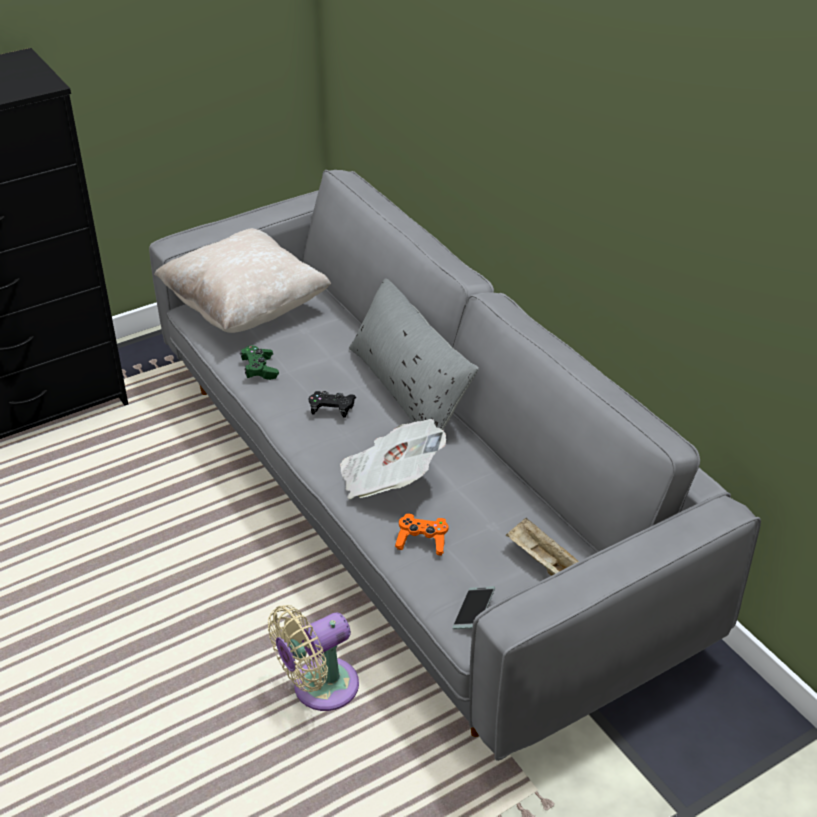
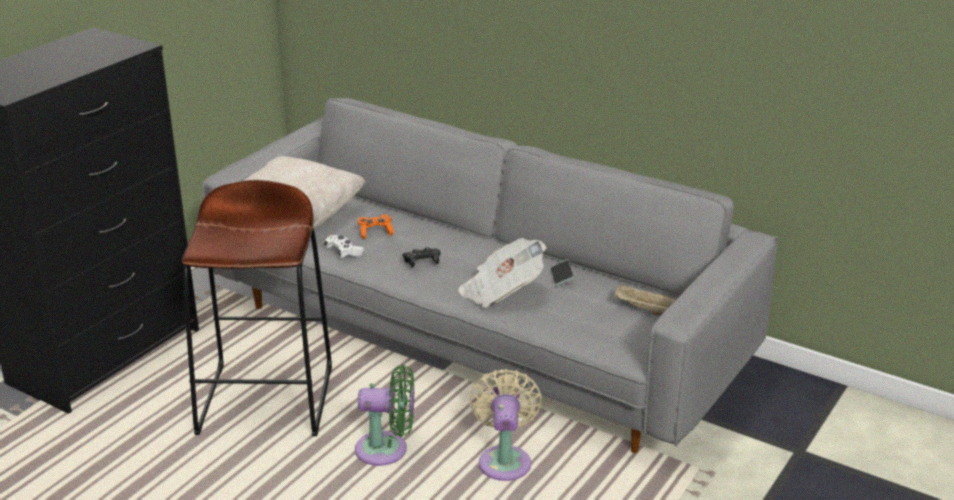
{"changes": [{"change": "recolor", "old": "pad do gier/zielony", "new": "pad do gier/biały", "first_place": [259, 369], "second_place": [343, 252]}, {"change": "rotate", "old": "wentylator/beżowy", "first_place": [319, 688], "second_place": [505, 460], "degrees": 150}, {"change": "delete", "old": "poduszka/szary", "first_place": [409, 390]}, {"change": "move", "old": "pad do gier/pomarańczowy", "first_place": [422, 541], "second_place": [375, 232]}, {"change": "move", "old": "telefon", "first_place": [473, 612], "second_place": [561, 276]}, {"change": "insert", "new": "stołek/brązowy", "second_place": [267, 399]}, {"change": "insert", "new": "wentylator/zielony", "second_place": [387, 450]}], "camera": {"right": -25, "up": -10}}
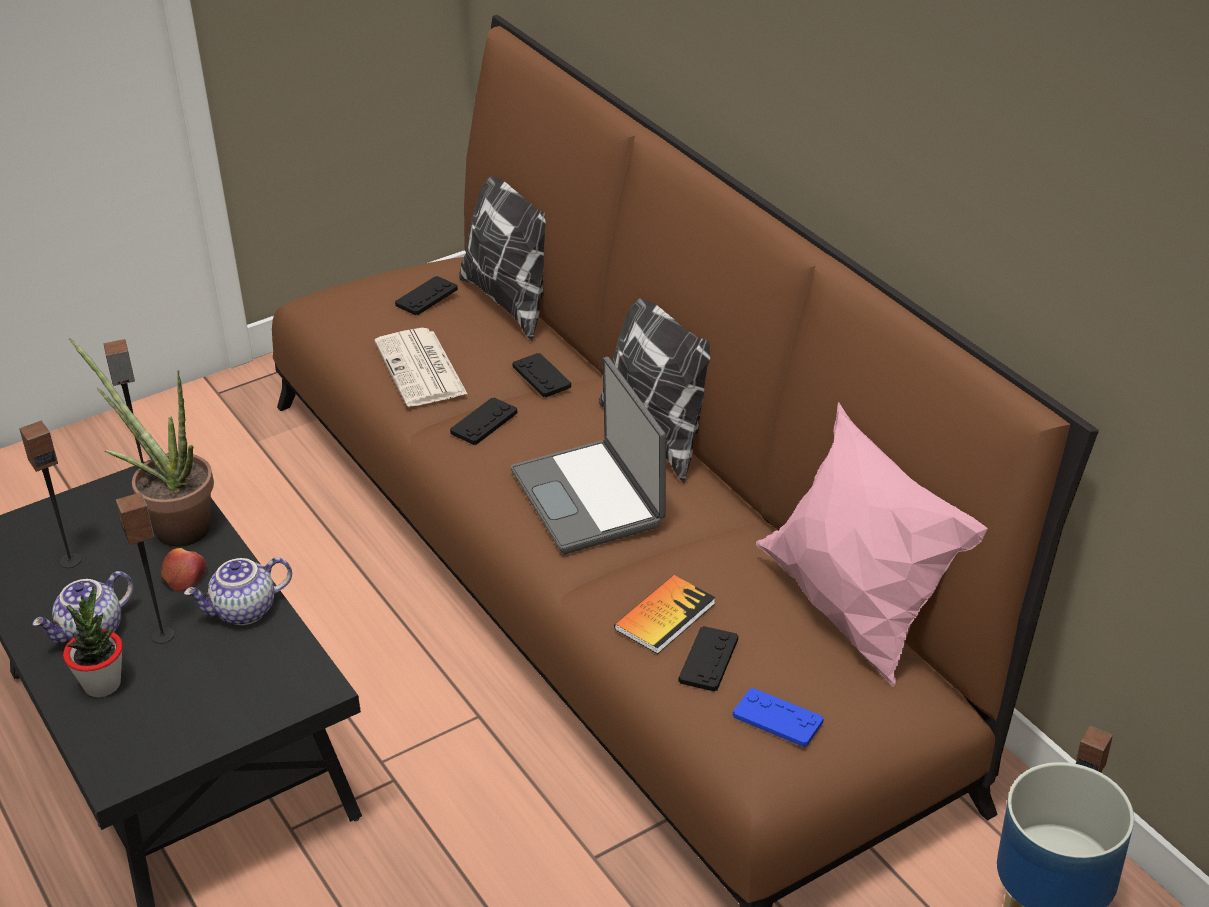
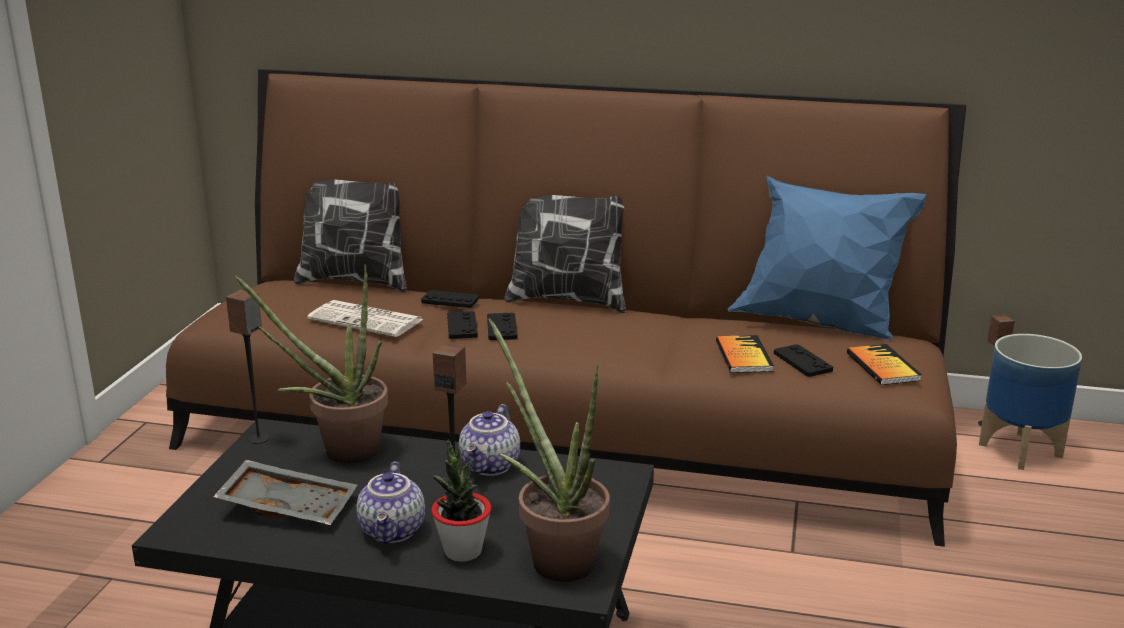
{"changes": [{"change": "replace", "old": "głośnik", "new": "taca/szary", "first_place": [70, 560], "second_place": [289, 505]}, {"change": "delete", "old": "jabłko", "first_place": [184, 576]}, {"change": "move", "old": "pad do gier/czarny", "first_place": [426, 297], "second_place": [502, 328]}, {"change": "delete", "old": "laptop", "first_place": [590, 498]}, {"change": "replace", "old": "pad do gier/niebieski", "new": "książka", "first_place": [777, 719], "second_place": [882, 367]}, {"change": "recolor", "old": "poduszka/różowy", "new": "poduszka/niebieski", "first_place": [855, 618], "second_place": [820, 325]}, {"change": "insert", "new": "roślina doniczkowa", "second_place": [554, 557]}], "camera": {"right": -45, "up": -15}}
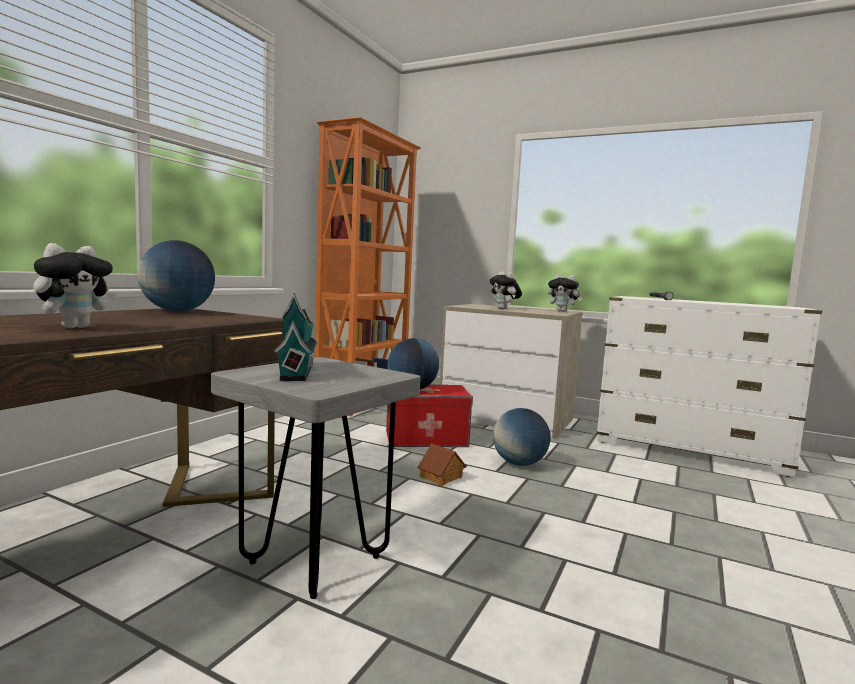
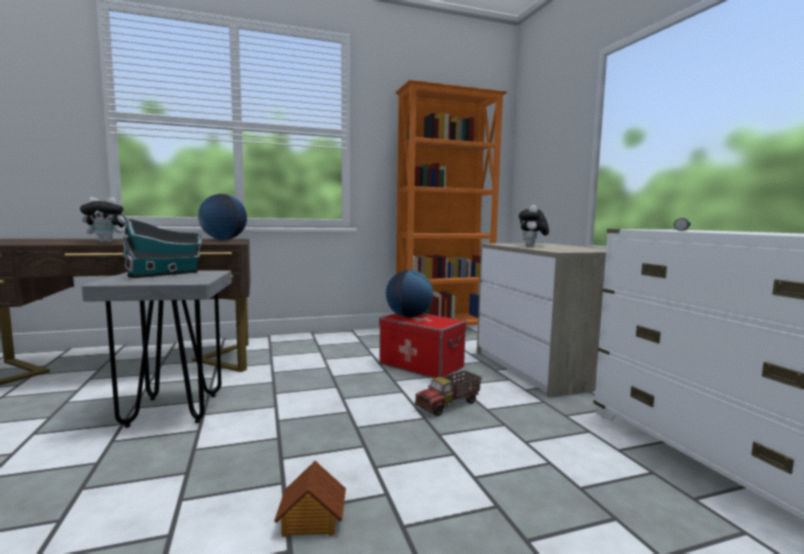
{"changes": [{"change": "move", "old": "domek", "first_place": [441, 477], "second_place": [311, 520]}, {"change": "replace", "old": "globus", "new": "ciężarówka zabawkowa", "first_place": [519, 463], "second_place": [449, 405]}, {"change": "delete", "old": "pluszak", "first_place": [563, 311]}], "camera": {"right": 45, "up": 0}}
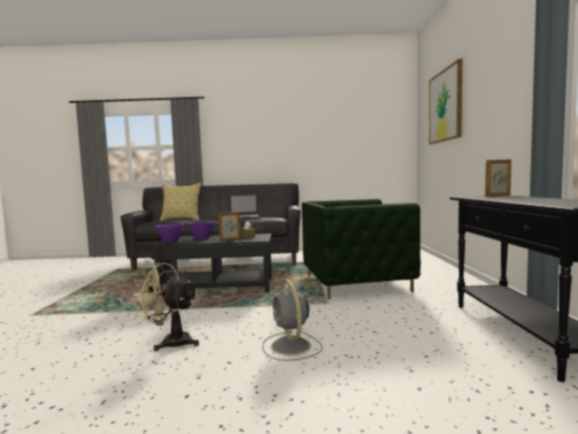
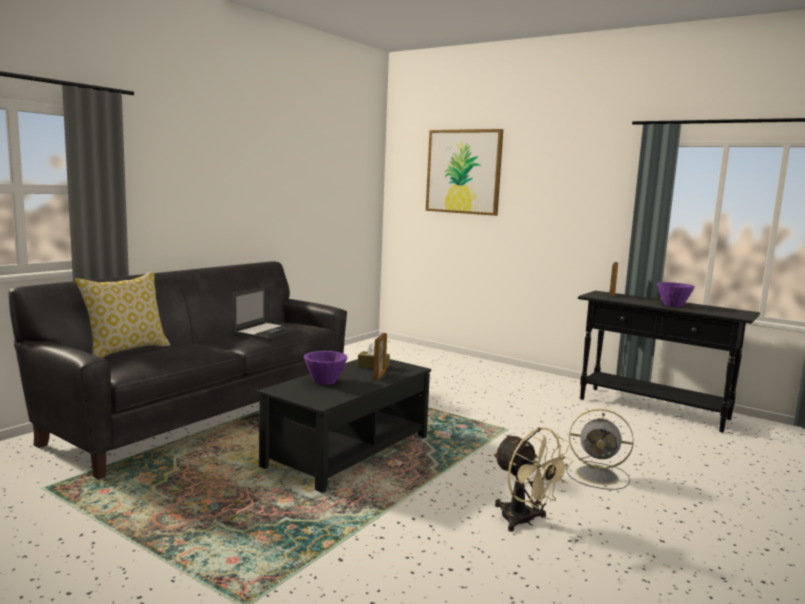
{"changes": [{"change": "rotate", "old": "wentylator/beżowy", "first_place": [170, 342], "second_place": [524, 521], "degrees": -90}, {"change": "move", "old": "miska/fioletowy", "first_place": [170, 241], "second_place": [673, 305]}, {"change": "delete", "old": "fotel/zielony", "first_place": [355, 283]}], "camera": {"right": -55, "up": 5}}
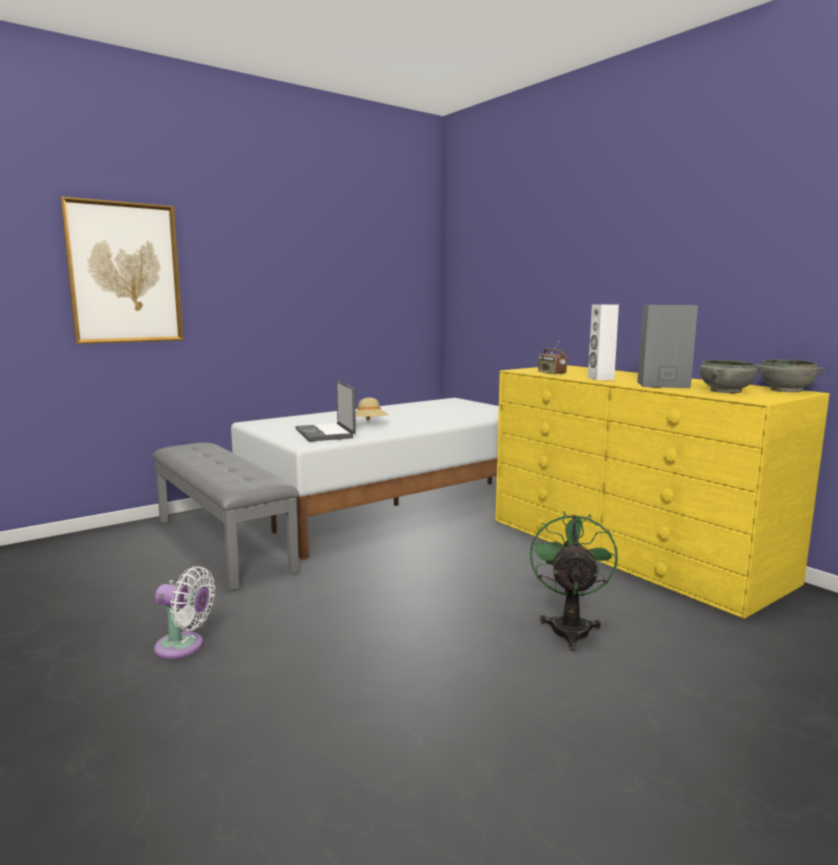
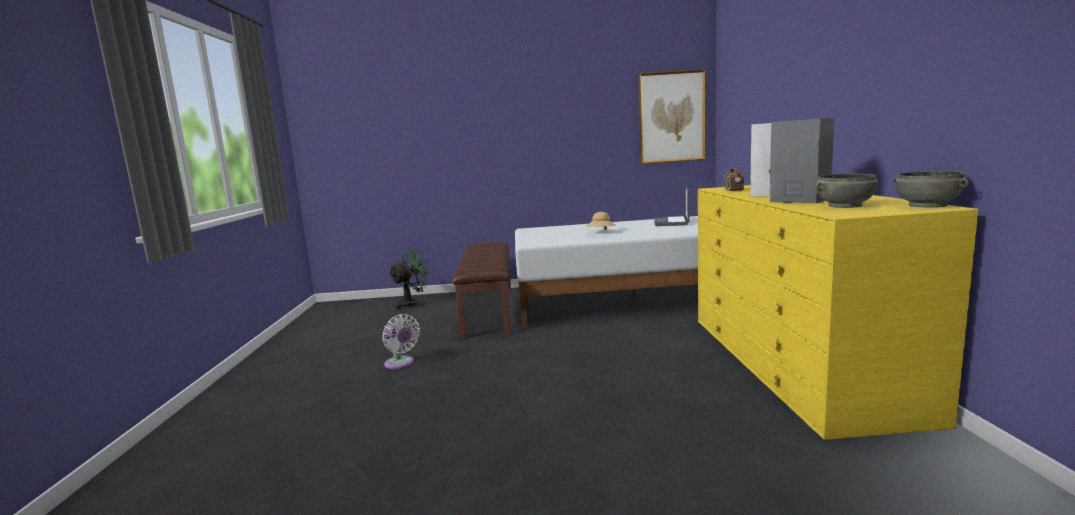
{"changes": [{"change": "move", "old": "obraz", "first_place": [125, 273], "second_place": [672, 117]}, {"change": "recolor", "old": "ławka/szary", "new": "ławka/brązowy", "first_place": [224, 544], "second_place": [490, 311]}, {"change": "move", "old": "laptop", "first_place": [326, 433], "second_place": [672, 222]}, {"change": "move", "old": "wentylator/zielony", "first_place": [570, 626], "second_place": [413, 304]}], "camera": {"right": 35, "up": 0}}
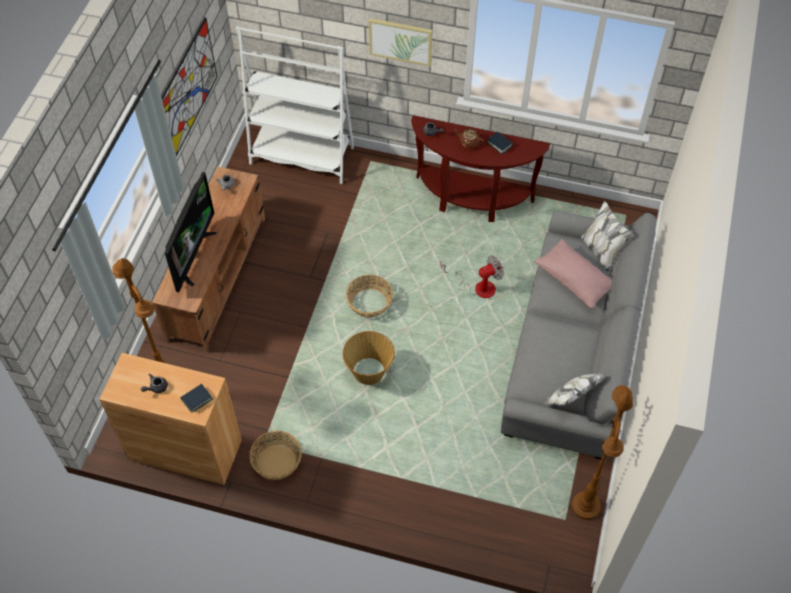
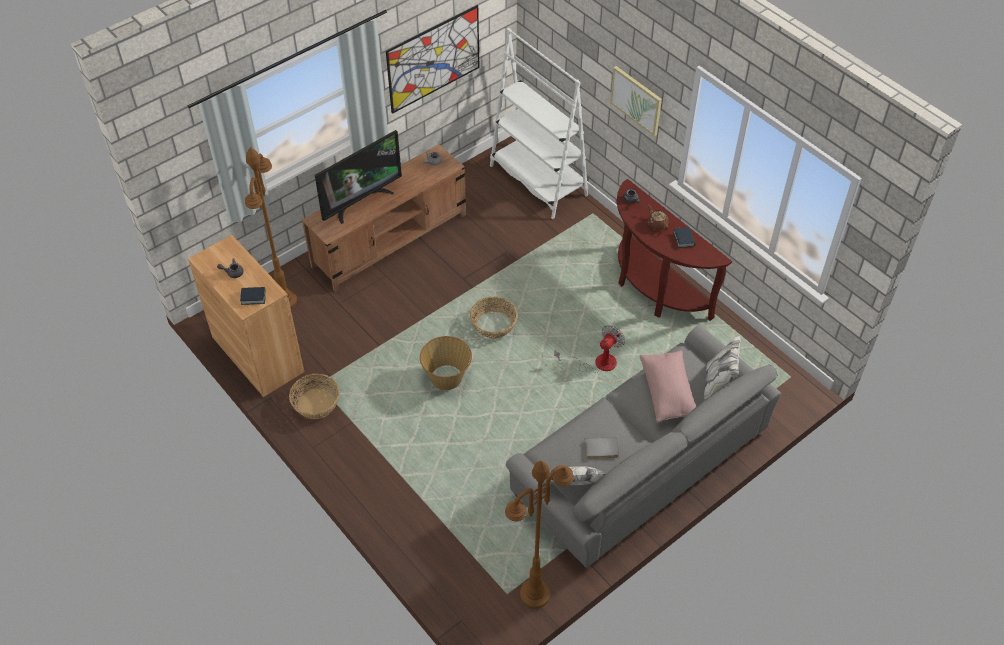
{"changes": [{"change": "rotate", "old": "wentylator", "first_place": [477, 287], "second_place": [597, 363], "degrees": -60}, {"change": "insert", "new": "książka/szary", "second_place": [601, 449]}], "camera": {"right": 35, "up": -5}}
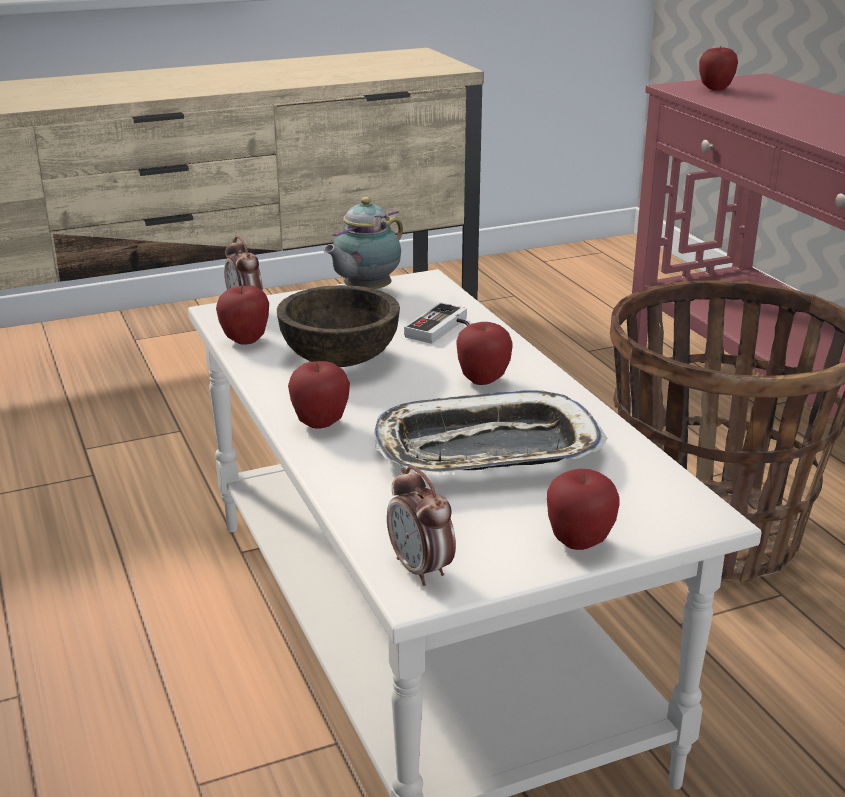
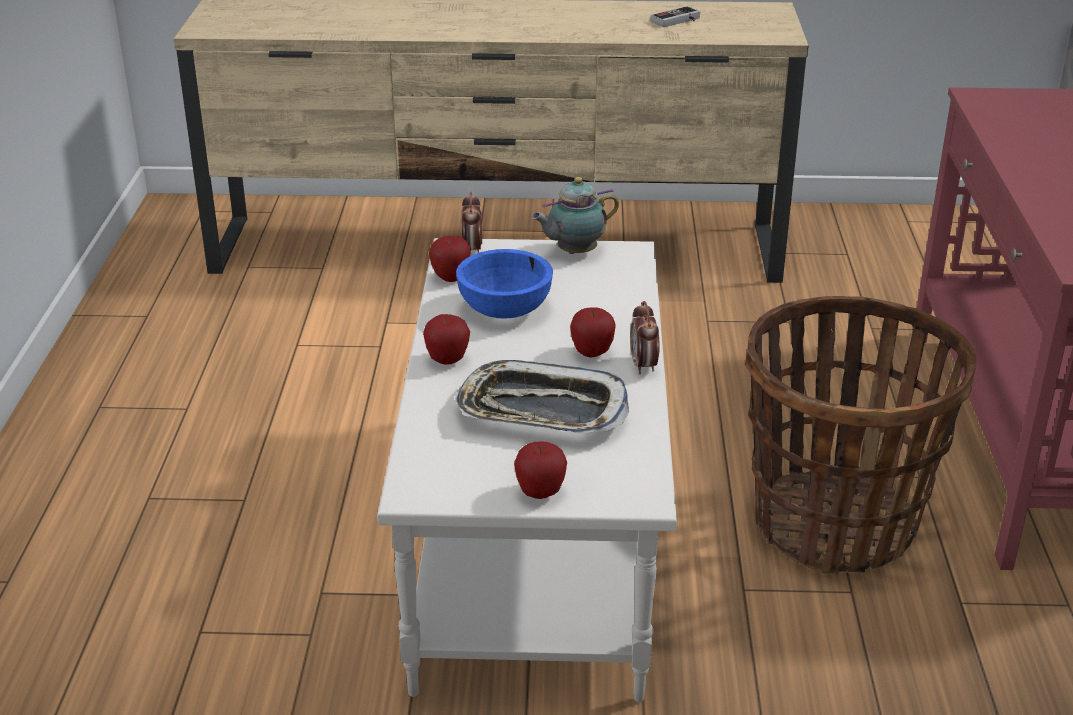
{"changes": [{"change": "recolor", "old": "miska/brązowy", "new": "miska/niebieski", "first_place": [340, 359], "second_place": [505, 310]}, {"change": "move", "old": "budzik", "first_place": [421, 570], "second_place": [643, 365]}, {"change": "move", "old": "pad do gier", "first_place": [442, 329], "second_place": [678, 21]}, {"change": "delete", "old": "jabłko", "first_place": [715, 89]}], "camera": {"right": 25, "up": 5}}
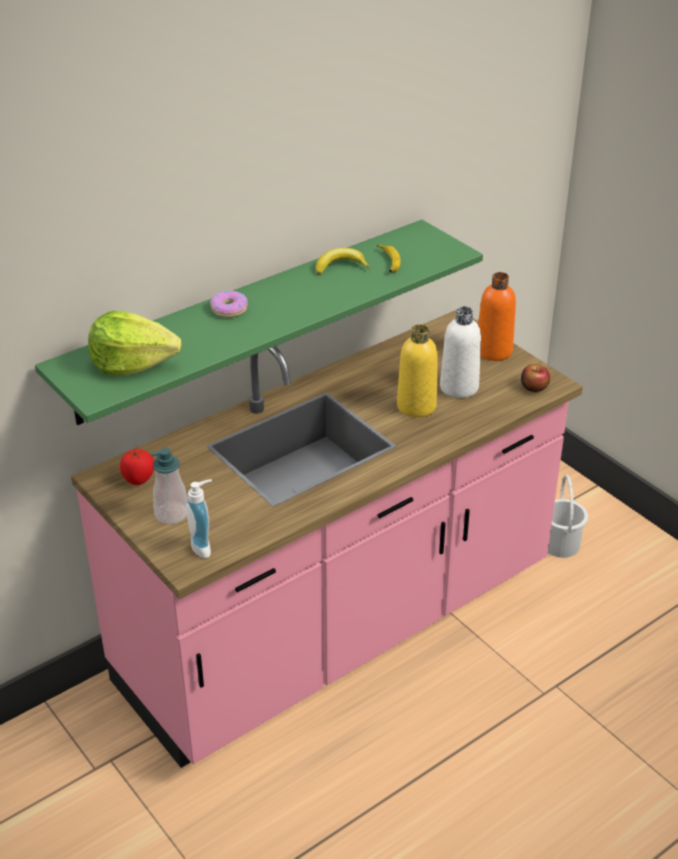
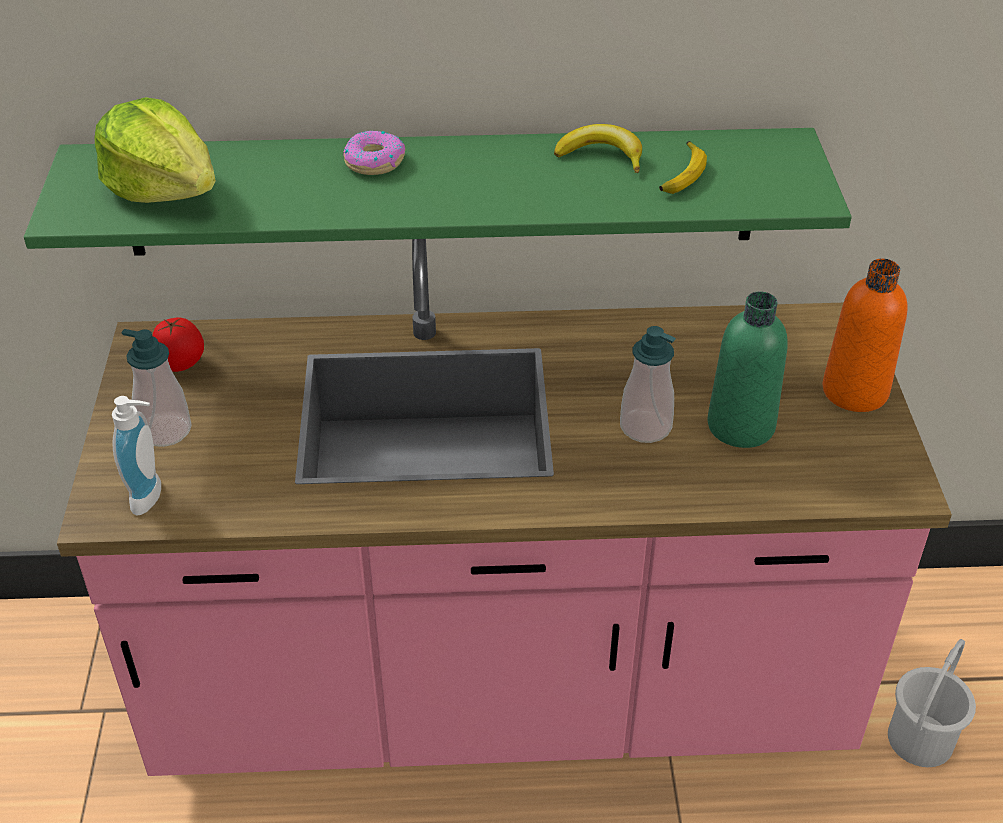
{"changes": [{"change": "replace", "old": "butelka/żółty", "new": "dozownik mydła", "first_place": [416, 406], "second_place": [645, 427]}, {"change": "recolor", "old": "butelka/biały", "new": "butelka/zielony", "first_place": [459, 387], "second_place": [740, 426]}, {"change": "delete", "old": "jabłko", "first_place": [534, 387]}], "camera": {"right": 35, "up": 5}}
